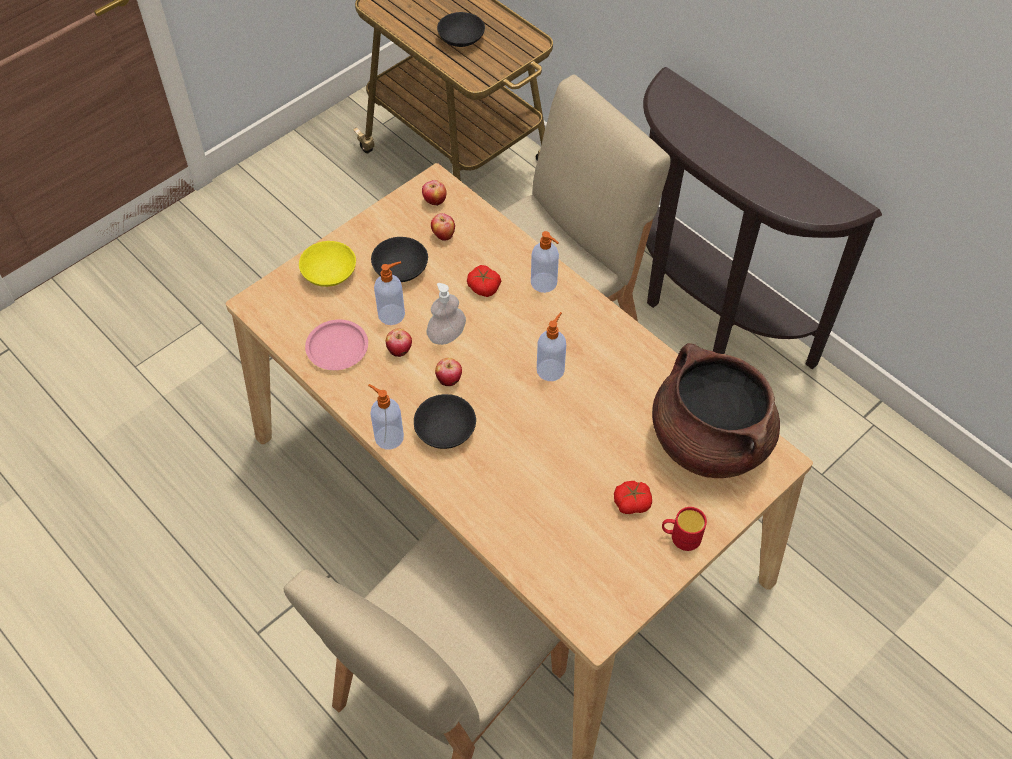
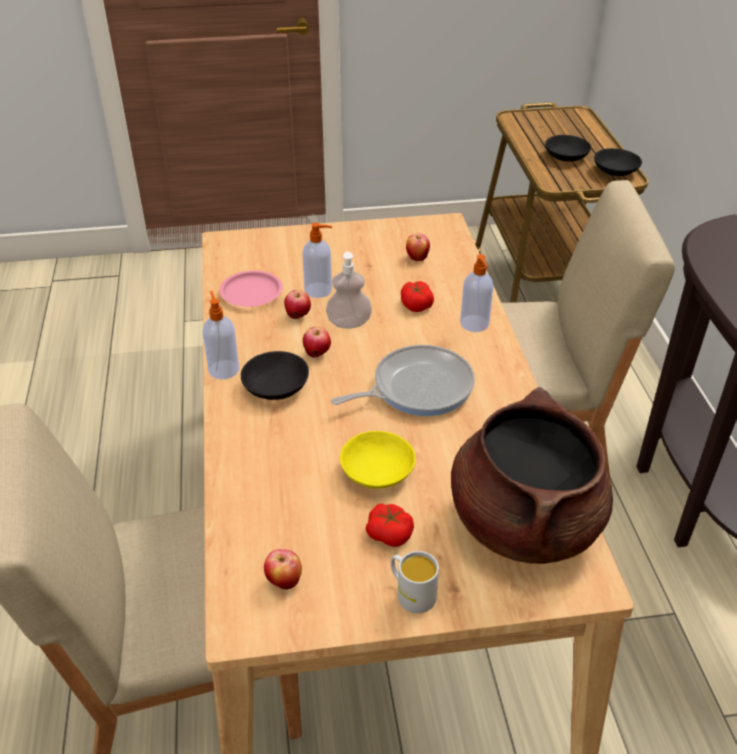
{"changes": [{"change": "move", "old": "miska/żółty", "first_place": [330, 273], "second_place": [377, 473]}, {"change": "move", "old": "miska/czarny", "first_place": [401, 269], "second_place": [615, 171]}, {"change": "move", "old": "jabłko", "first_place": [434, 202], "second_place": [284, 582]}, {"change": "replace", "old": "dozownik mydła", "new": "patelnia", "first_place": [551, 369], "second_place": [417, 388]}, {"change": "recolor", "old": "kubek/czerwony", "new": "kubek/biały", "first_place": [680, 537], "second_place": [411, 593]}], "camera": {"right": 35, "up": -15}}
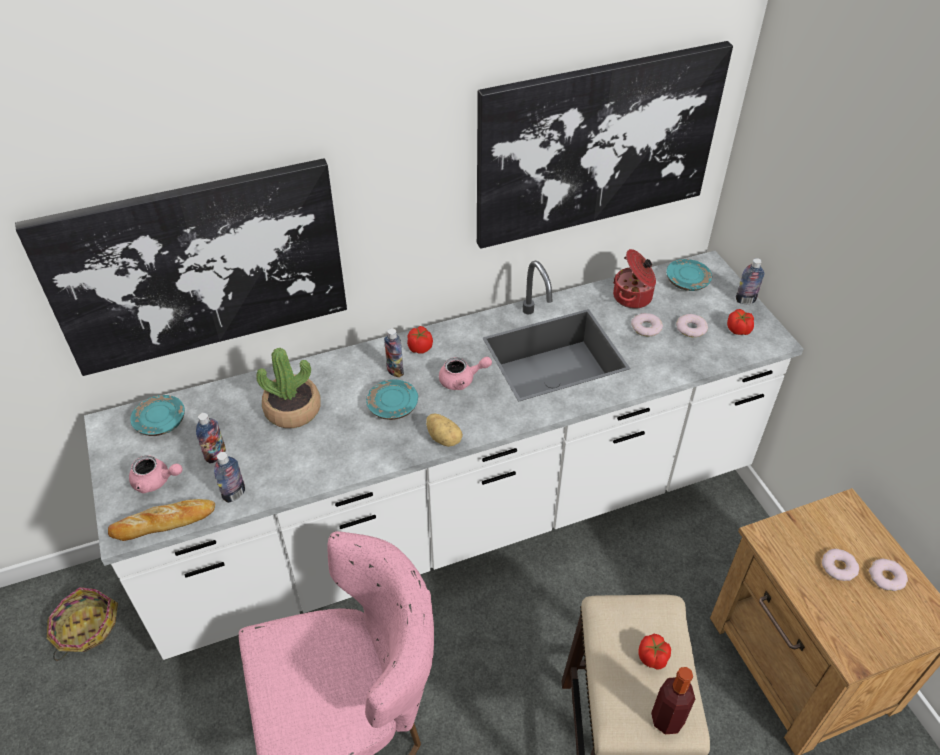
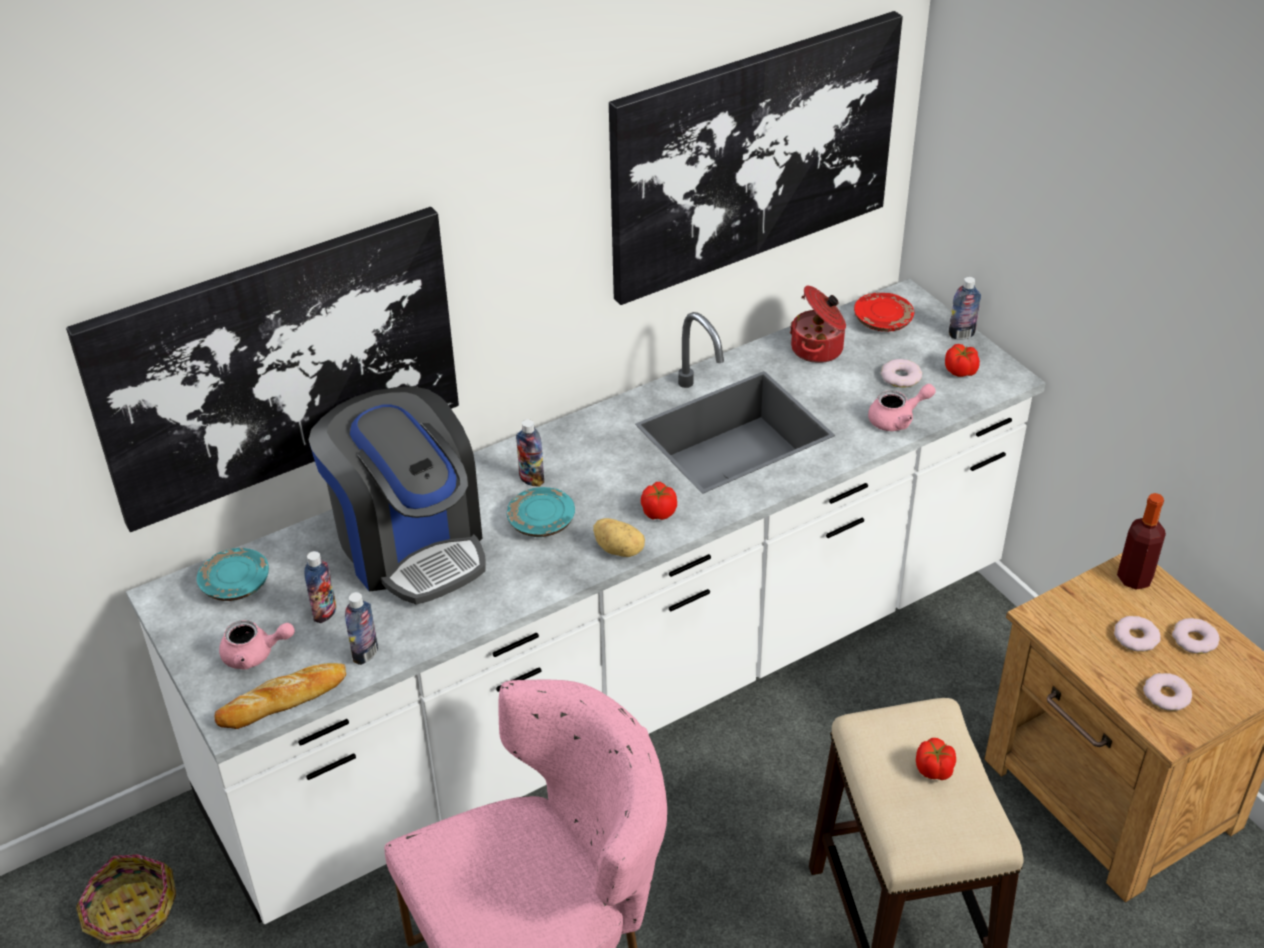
{"changes": [{"change": "replace", "old": "roślina doniczkowa", "new": "ekspres do kawy", "first_place": [293, 409], "second_place": [410, 544]}, {"change": "move", "old": "pomidor", "first_place": [420, 347], "second_place": [659, 511]}, {"change": "move", "old": "imbryk/różowy", "first_place": [462, 380], "second_place": [897, 419]}, {"change": "move", "old": "donut", "first_place": [646, 327], "second_place": [1166, 696]}, {"change": "move", "old": "butelka", "first_place": [667, 719], "second_place": [1134, 578]}, {"change": "recolor", "old": "talerz/turkusowy", "new": "talerz/czerwony", "first_place": [687, 281], "second_place": [883, 321]}], "camera": {"right": -10, "up": -5}}
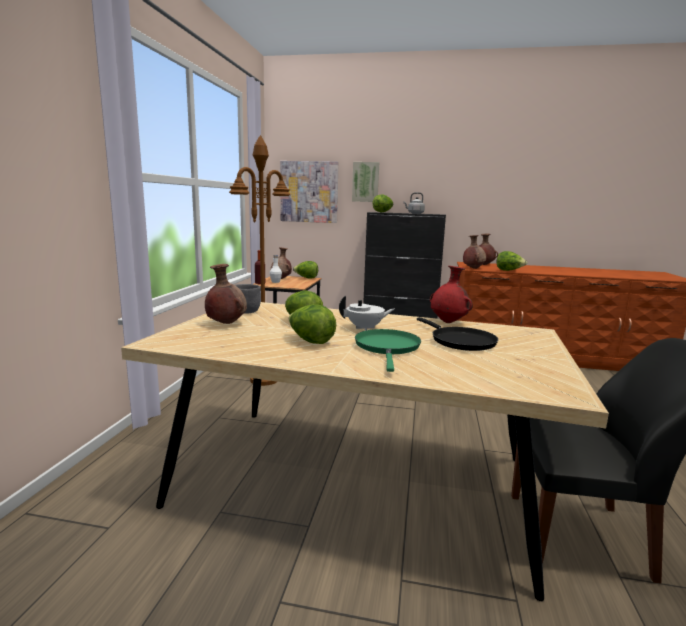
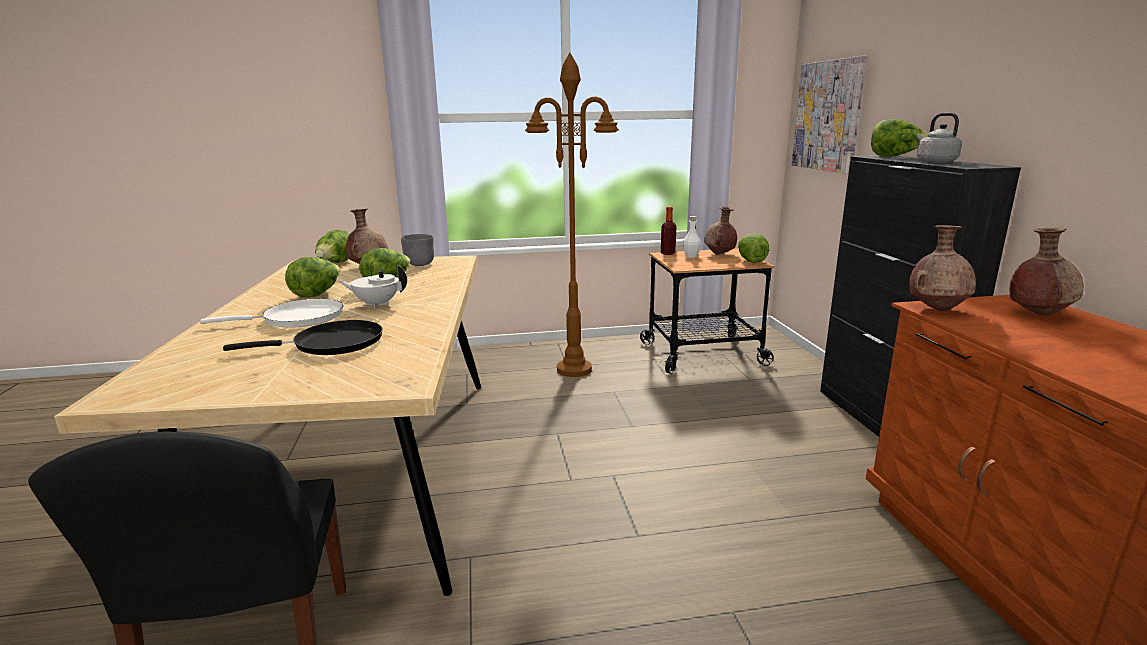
{"changes": [{"change": "rotate", "old": "imbryk/biały", "first_place": [365, 328], "second_place": [377, 304], "degrees": 120}, {"change": "delete", "old": "obraz", "first_place": [365, 182]}, {"change": "recolor", "old": "patelnia/zielony", "new": "patelnia/biały", "first_place": [387, 348], "second_place": [297, 319]}, {"change": "rotate", "old": "patelnia/czarny", "first_place": [460, 341], "second_place": [332, 344], "degrees": -150}, {"change": "delete", "old": "wazon/czerwony", "first_place": [449, 322]}, {"change": "move", "old": "sałata", "first_place": [509, 271], "second_place": [336, 263]}], "camera": {"right": 70, "up": 5}}
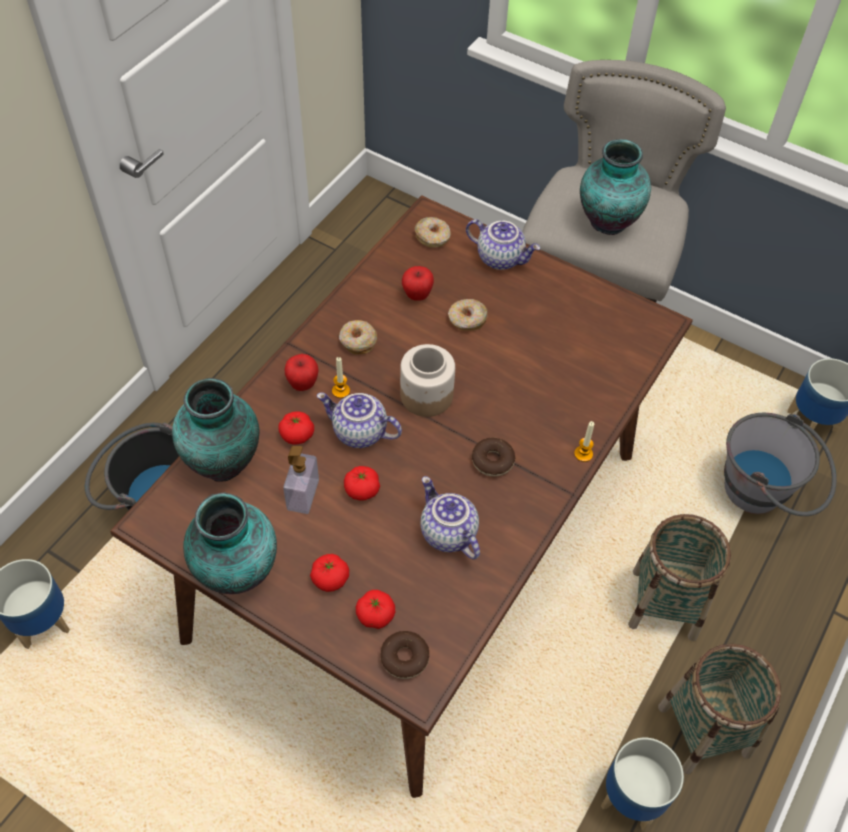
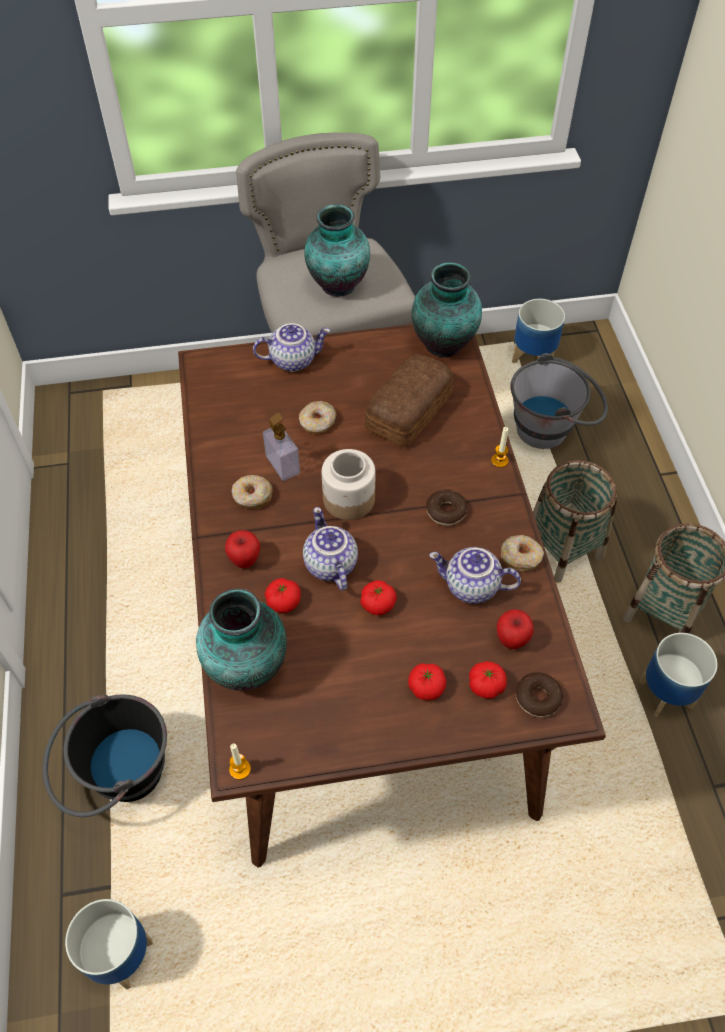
{"changes": [{"change": "move", "old": "wazon", "first_place": [237, 574], "second_place": [444, 345]}, {"change": "move", "old": "dozownik mydła", "first_place": [303, 495], "second_place": [282, 465]}, {"change": "rotate", "old": "imbryk", "first_place": [358, 433], "second_place": [329, 564], "degrees": 90}, {"change": "move", "old": "świeca", "first_place": [341, 391], "second_place": [240, 769]}, {"change": "move", "old": "jabłko", "first_place": [417, 295], "second_place": [511, 640]}, {"change": "move", "old": "donut", "first_place": [433, 237], "second_place": [521, 557]}, {"change": "insert", "new": "chleb", "second_place": [406, 410]}], "camera": {"right": -40, "up": 0}}
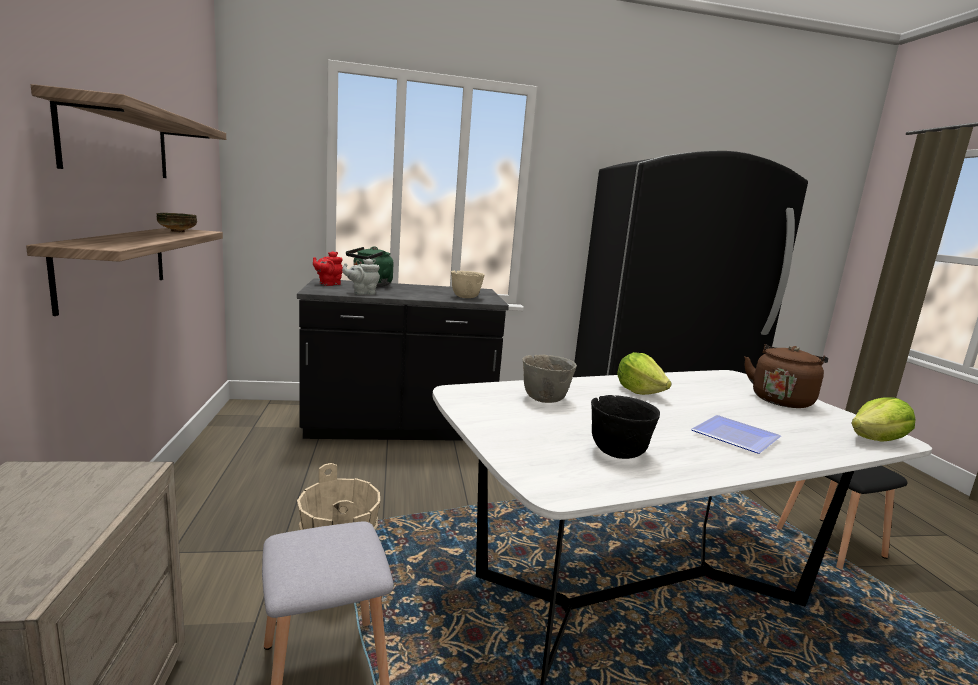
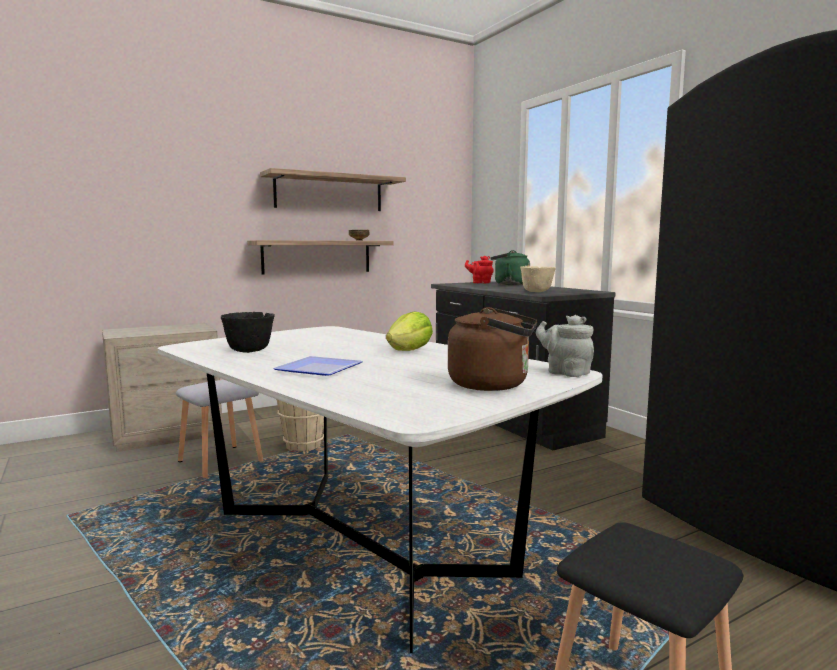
{"changes": [{"change": "move", "old": "imbryk/szary", "first_place": [362, 293], "second_place": [565, 372]}, {"change": "delete", "old": "miska/szary", "first_place": [544, 399]}, {"change": "delete", "old": "sałata", "first_place": [877, 440]}], "camera": {"right": 70, "up": -5}}
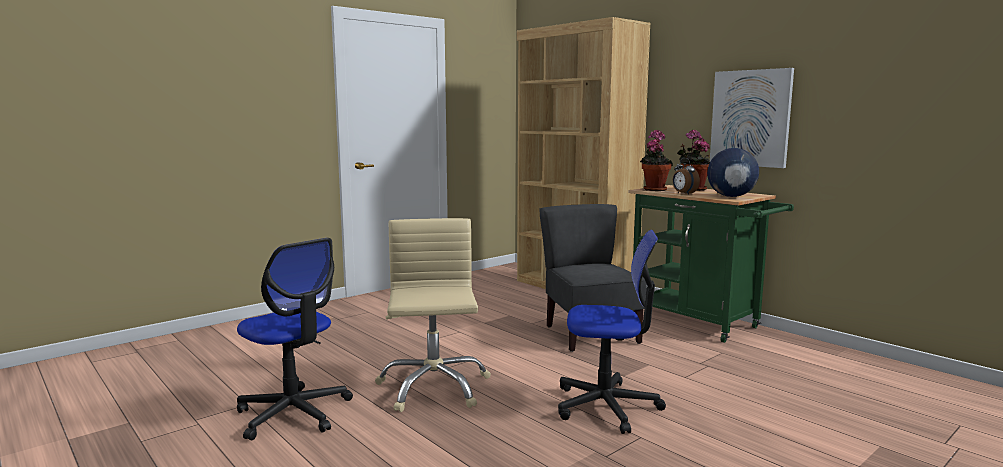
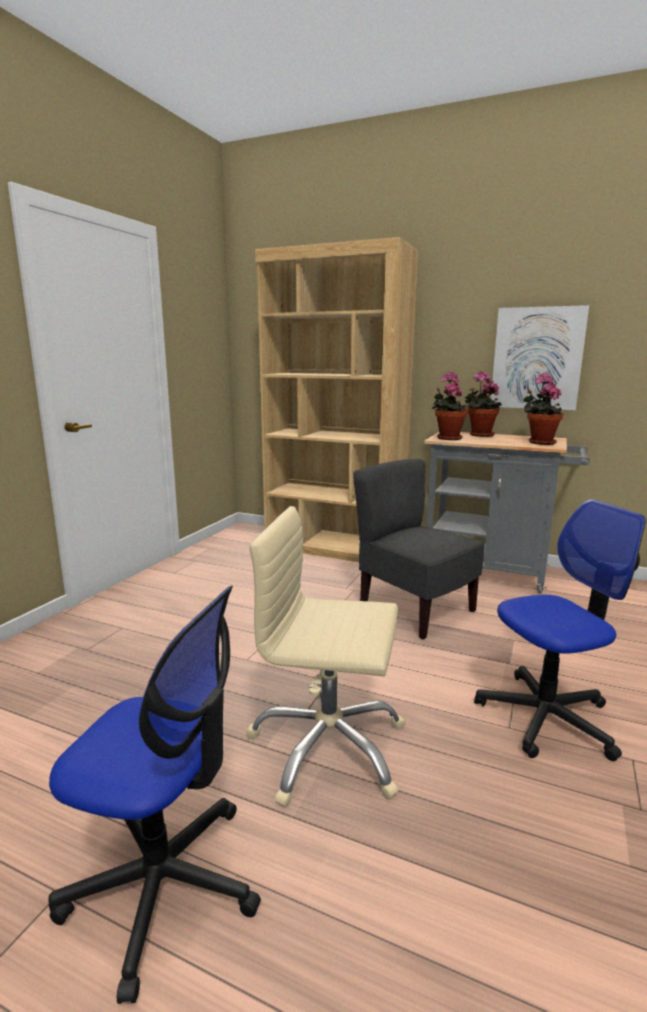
{"changes": [{"change": "rotate", "old": "krzesło biurowe/beżowy", "first_place": [433, 387], "second_place": [327, 748], "degrees": -45}, {"change": "recolor", "old": "wózek/zielony", "new": "wózek/szary", "first_place": [700, 323], "second_place": [494, 573]}, {"change": "delete", "old": "budzik", "first_place": [683, 193]}, {"change": "replace", "old": "globus", "new": "roślina doniczkowa", "first_place": [730, 196], "second_place": [539, 442]}], "camera": {"right": -25, "up": 5}}
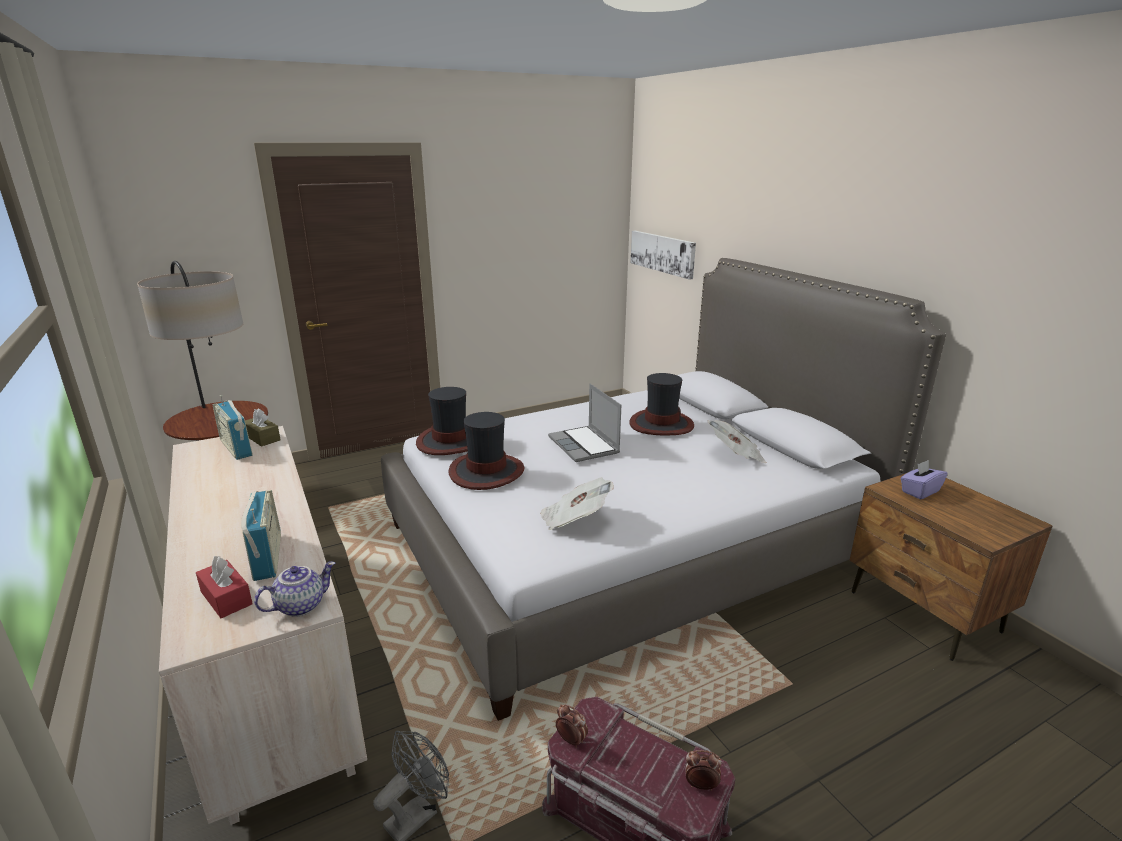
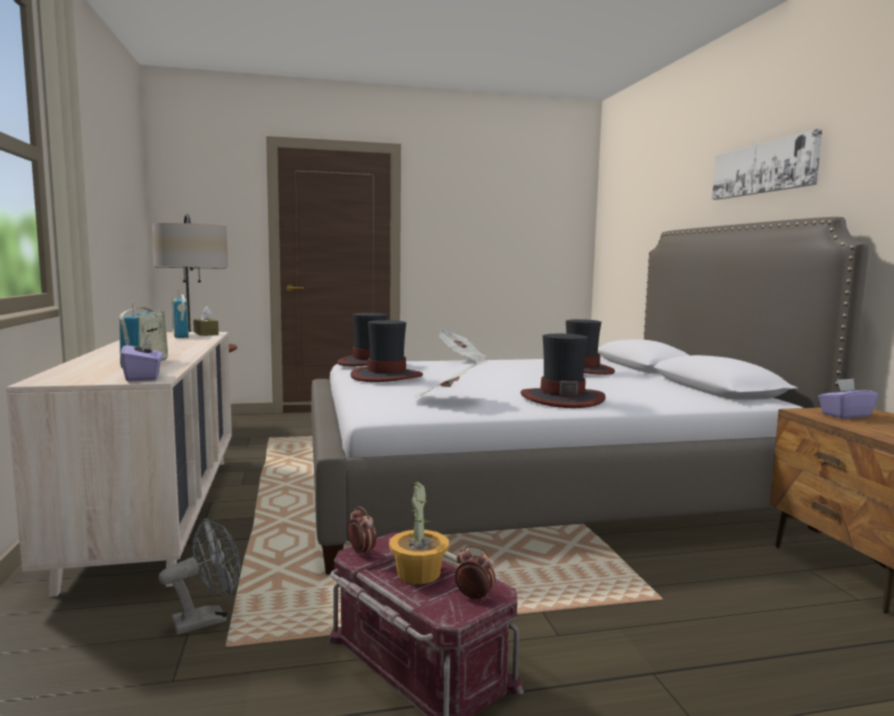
{"changes": [{"change": "delete", "old": "pudełko chusteczek/czerwony", "first_place": [226, 598]}, {"change": "replace", "old": "imbryk", "new": "pudełko chusteczek/fioletowy", "first_place": [300, 605], "second_place": [143, 377]}, {"change": "delete", "old": "laptop", "first_place": [585, 445]}, {"change": "move", "old": "obraz", "first_place": [662, 253], "second_place": [763, 168]}, {"change": "move", "old": "gazeta", "first_place": [736, 455], "second_place": [463, 360]}, {"change": "insert", "new": "roślina doniczkowa", "second_place": [419, 573]}, {"change": "insert", "new": "kapelusz", "second_place": [562, 398]}], "camera": {"right": 15, "up": -15}}
